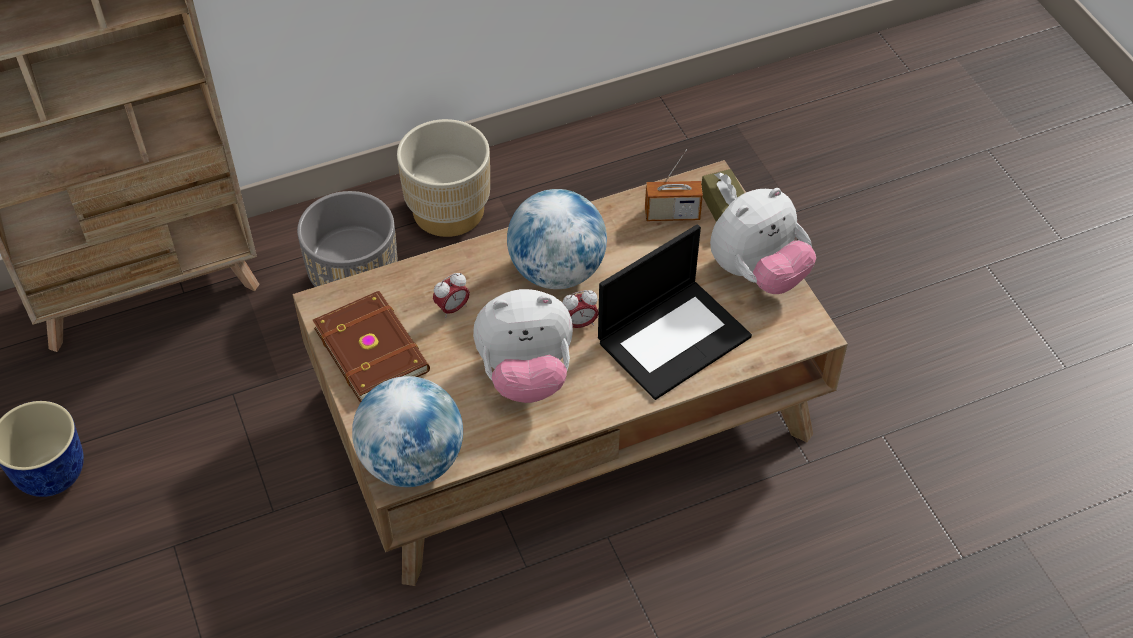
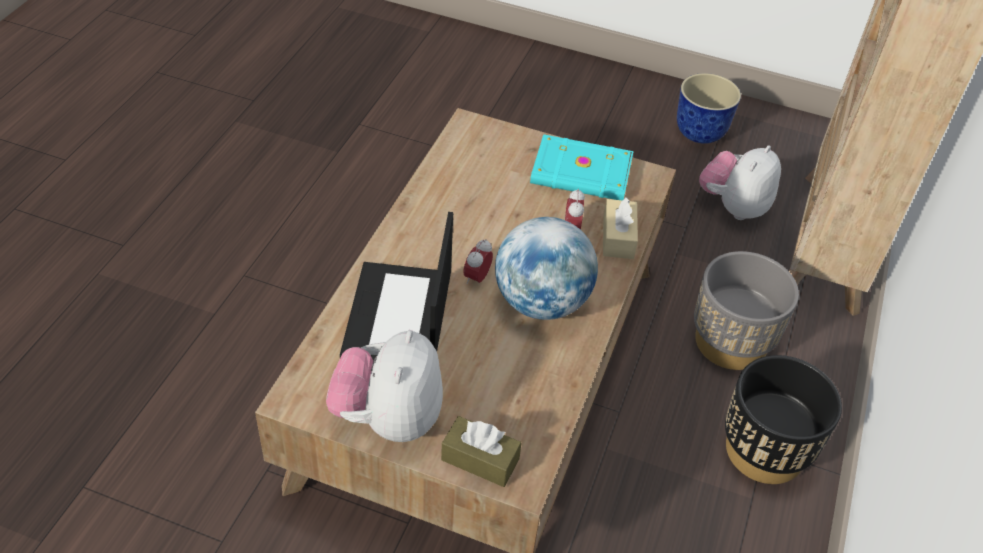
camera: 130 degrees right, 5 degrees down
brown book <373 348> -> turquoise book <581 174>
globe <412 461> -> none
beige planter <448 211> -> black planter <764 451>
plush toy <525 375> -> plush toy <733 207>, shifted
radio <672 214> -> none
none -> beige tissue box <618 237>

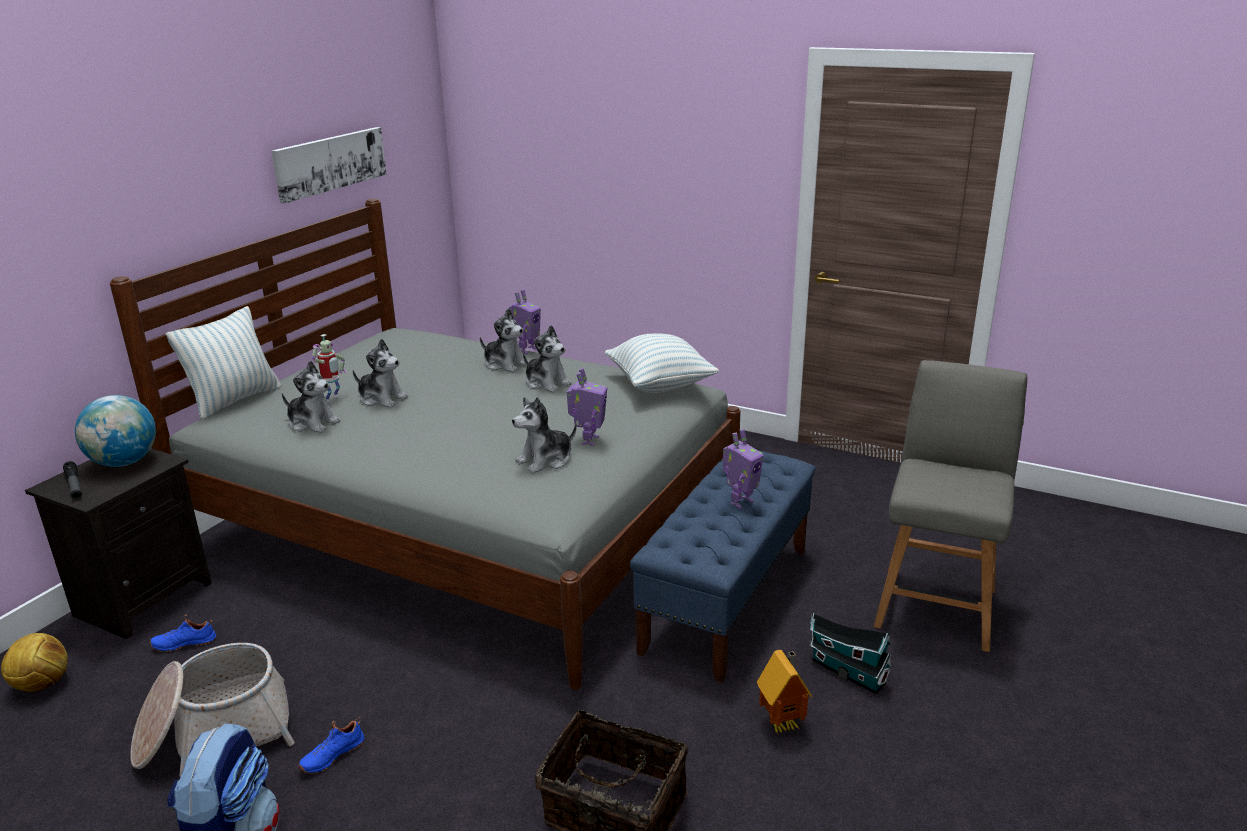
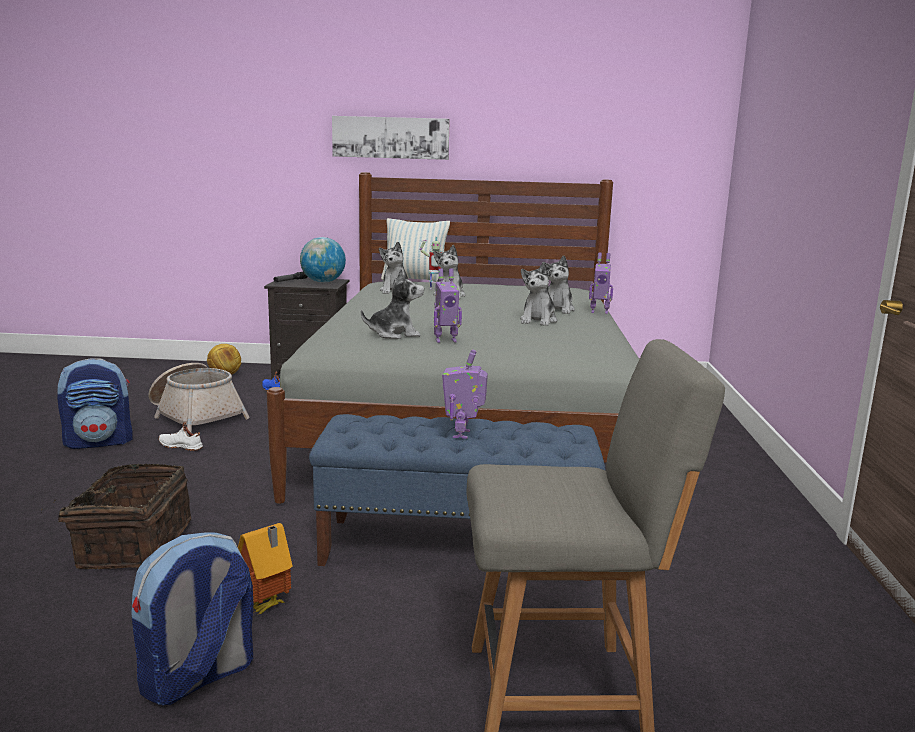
camera: 65 degrees right, 10 degrees down
picture <330 163> -> picture <391 137>, shifted
blue shoe <332 755> -> white shoe <181 446>
plush toy <546 460> -> plush toy <394 334>, 135 degrees clockwise
pillow <660 385> -> none
toy robot <740 502> -> toy robot <463 434>, 75 degrees clockwise
toy house <845 671> -> none
none -> backpack <198 677>

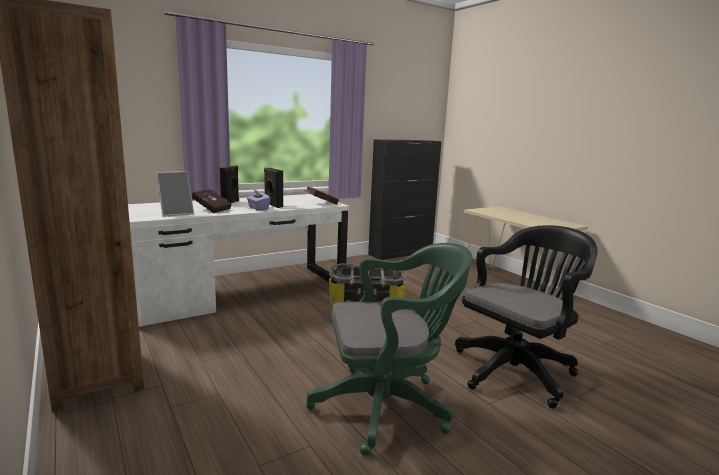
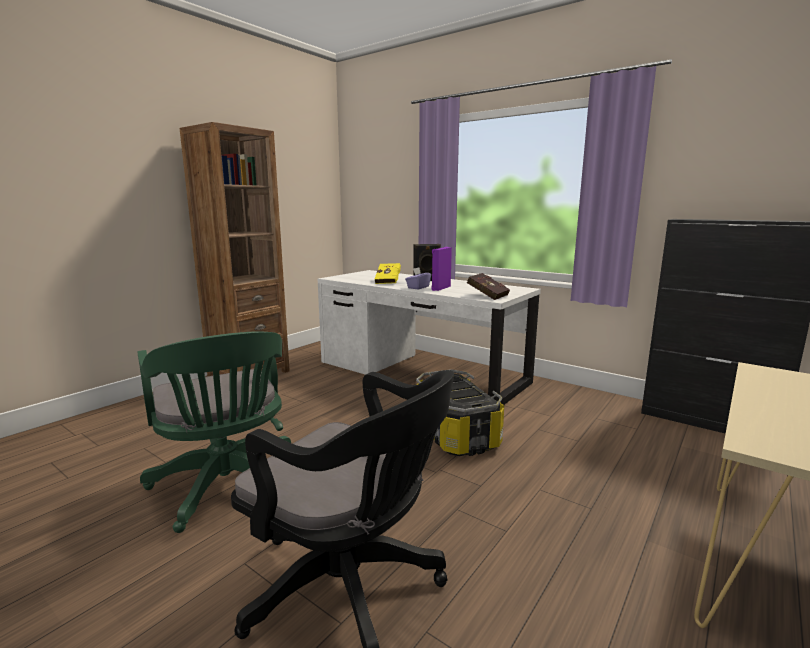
camera: 70 degrees right, 0 degrees up
picture frame <176 213> -> none
red book <211 209> -> yellow book <388 281>
black speaker <273 205> -> purple speaker <440 288>

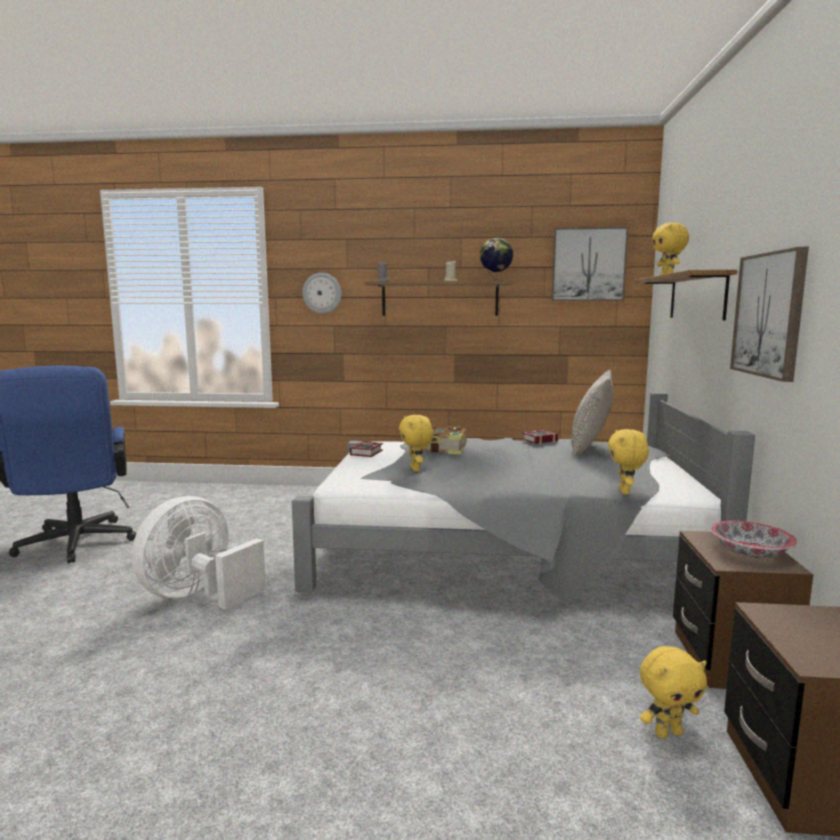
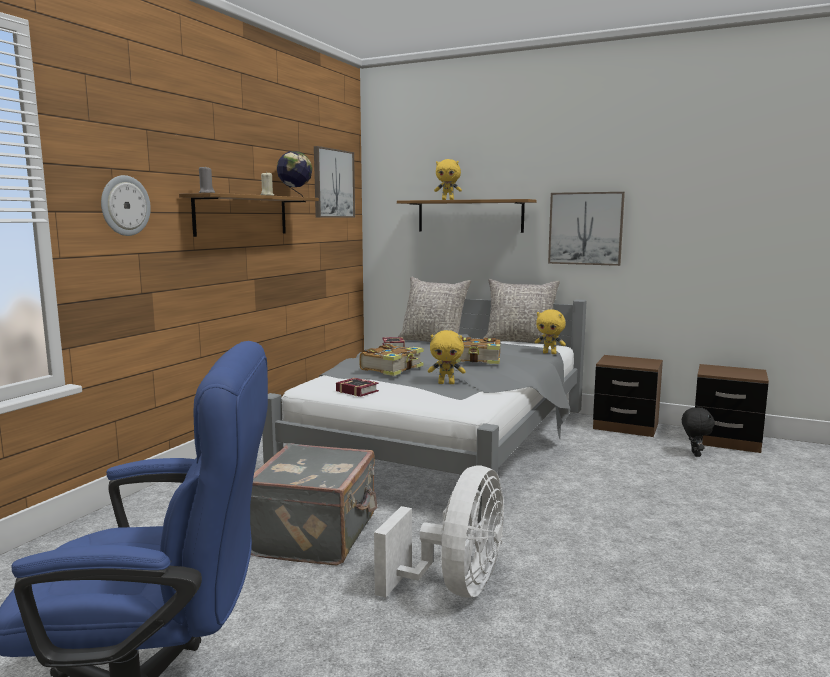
camera: 70 degrees left, 0 degrees up
white fan <198 595> -> white fan <455 586>, 120 degrees counterclockwise
yellow plush toy <668 733> -> black plush toy <694 454>
bowl <751 553> -> none
none -> grey suitcase <317 535>
none -> book <476 359>
none -> grey pillow <520 341>

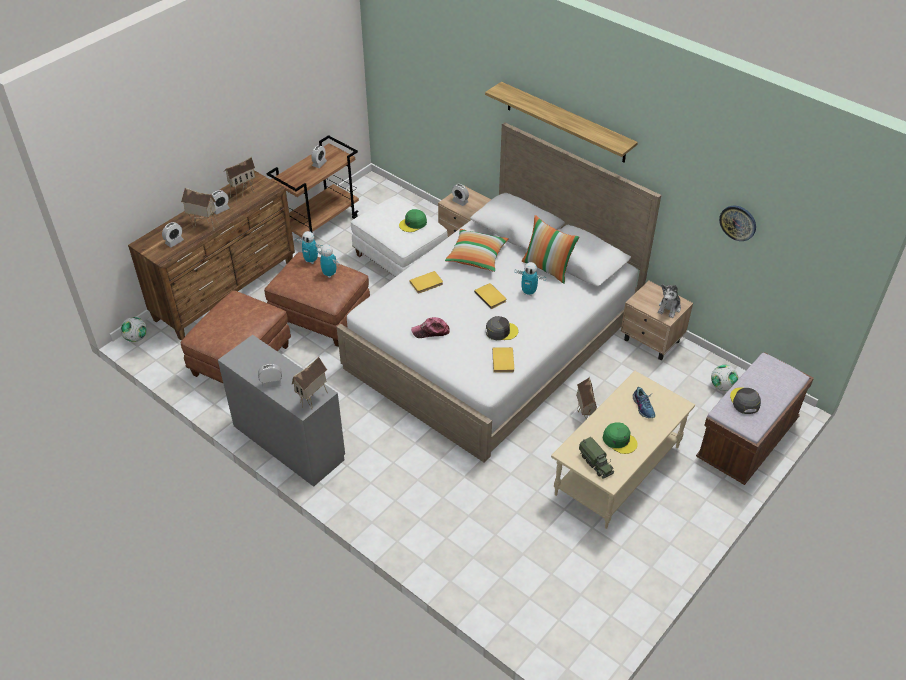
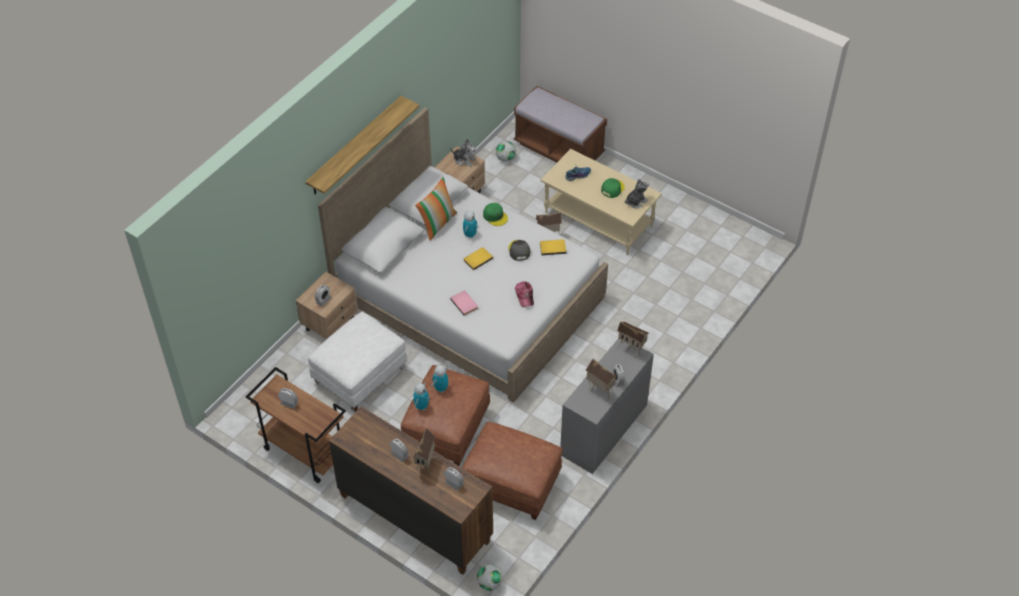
camera: 95 degrees left, 5 degrees up
toy house <243 193> -> toy house <599 392>, shifted
green cap <413 224> -> green cap <495 216>, shifted
yellow book <427 284> -> pink book <465 303>
pillow <476 257> -> none
toy truck <596 463> -> plush toy <636 201>
wall clock <738 222> -> none
grey cap <744 401> -> none

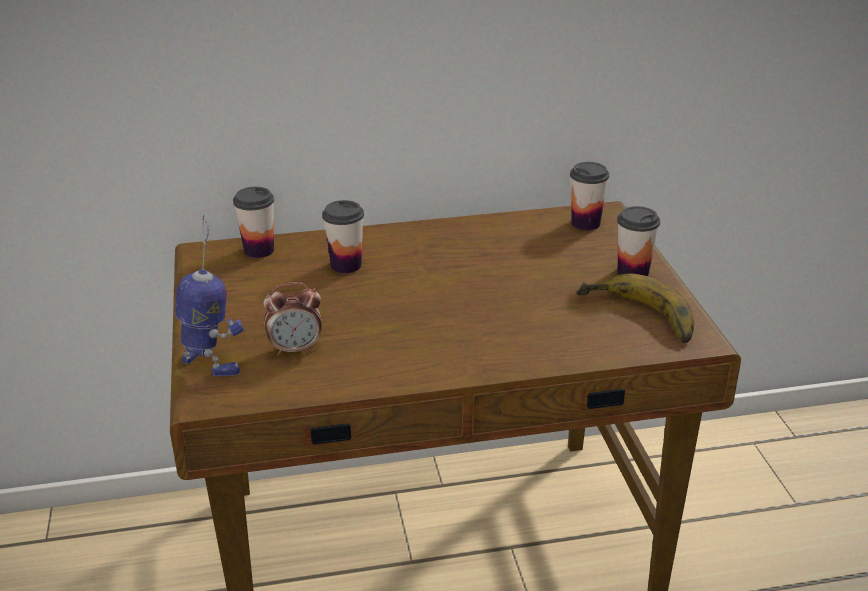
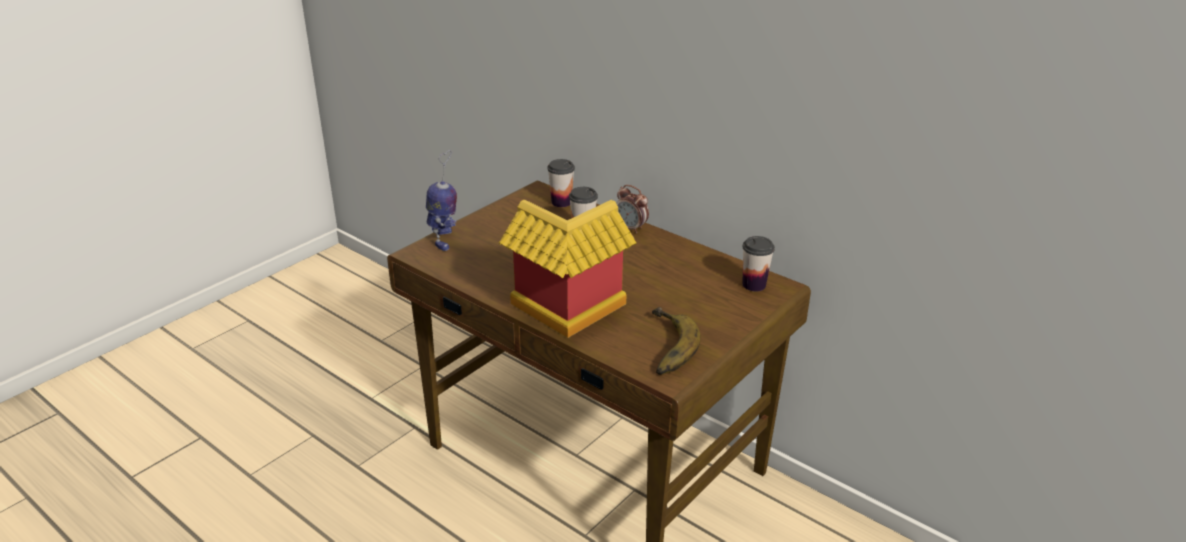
camera: 50 degrees right, 0 degrees up
alarm clock <295 349> -> alarm clock <631 228>, shifted
cup <633 272> -> none
none -> toy house <564 312>

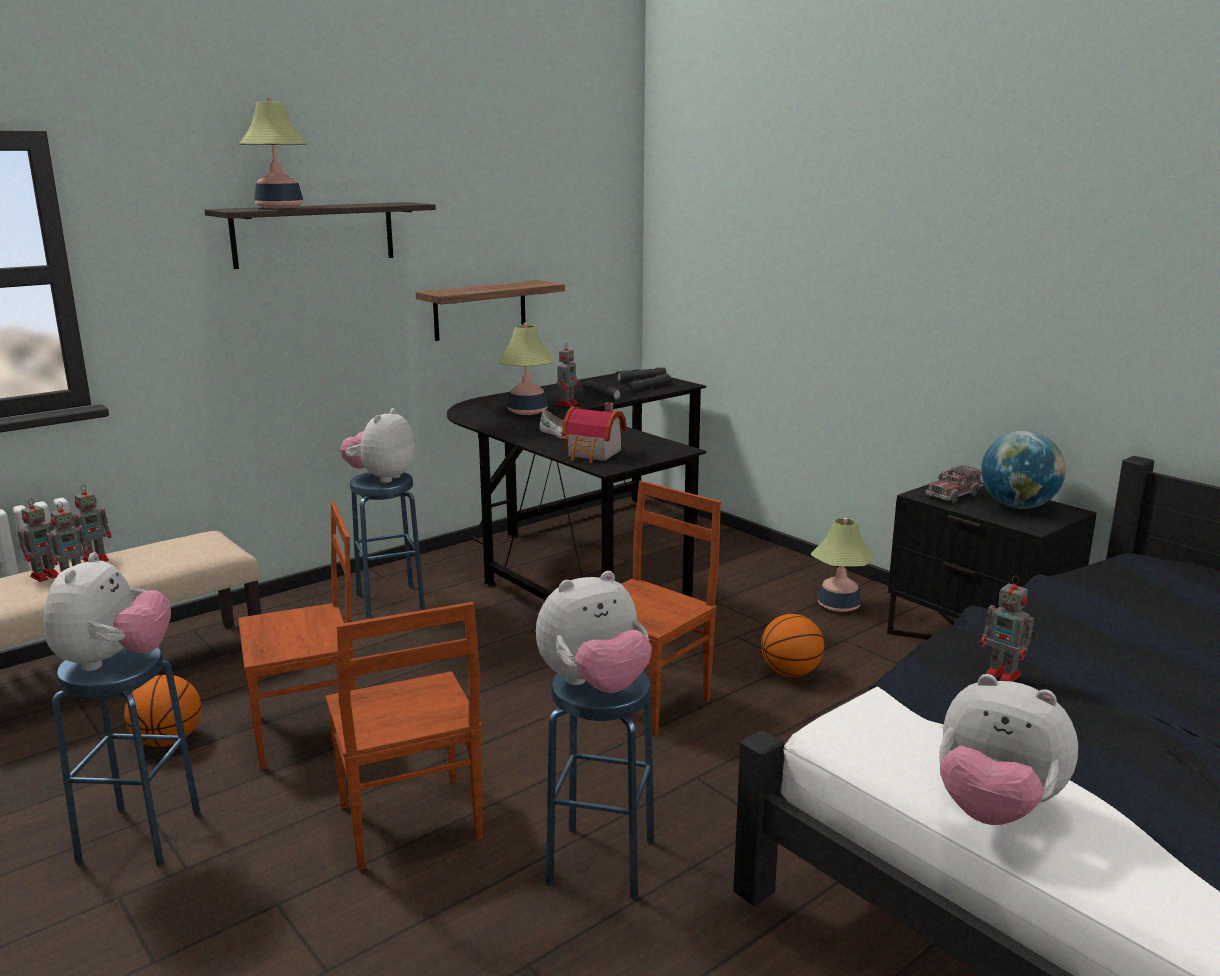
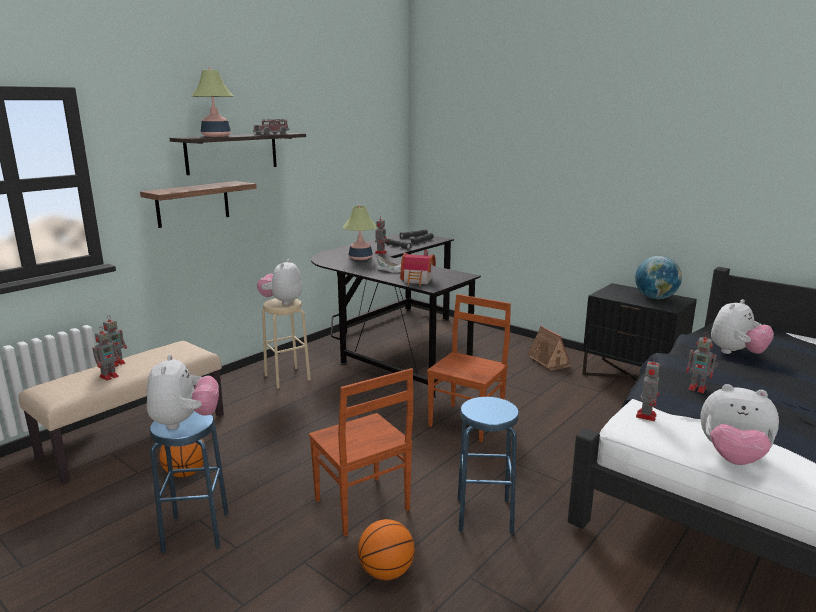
camera: 10 degrees left, 0 degrees up
toy robot <46 575> -> toy robot <646 415>, shifted
brown chair <308 732> -> none
blue stool <390 601> -> beige stool <287 378>
shelf <480 310> -> shelf <193 204>, shifted
plush toy <594 685> -> plush toy <736 353>, shifted
basketball <790 673> -> basketball <386 572>, shifted
table lamp <838 606> -> toy house <549 361>
toy truck <953 495> -> toy truck <271 134>, shifted

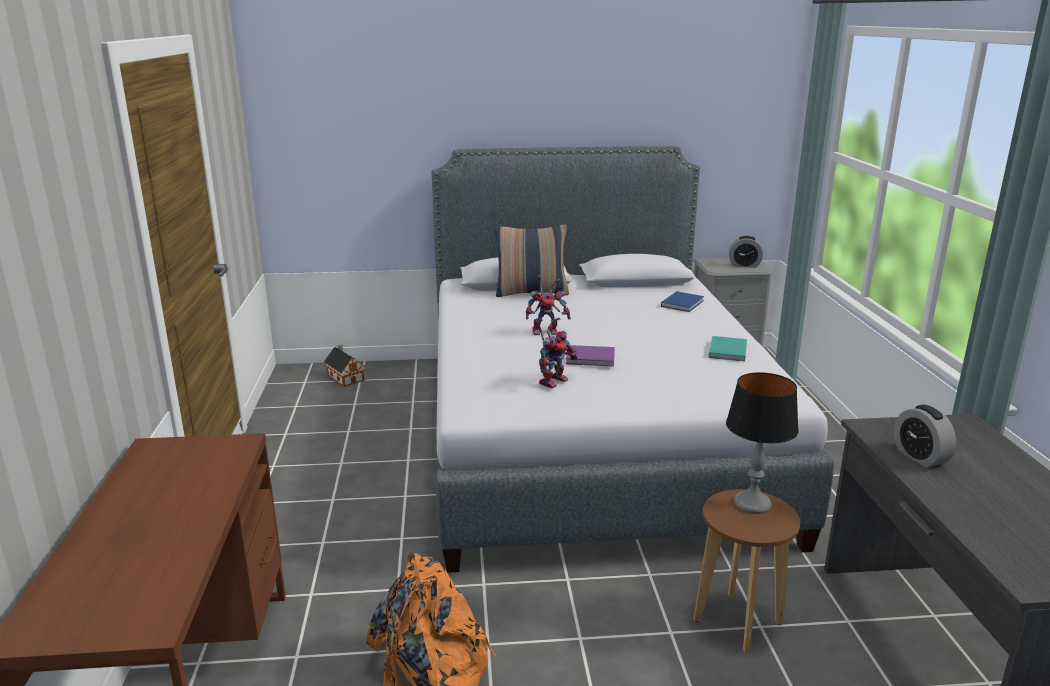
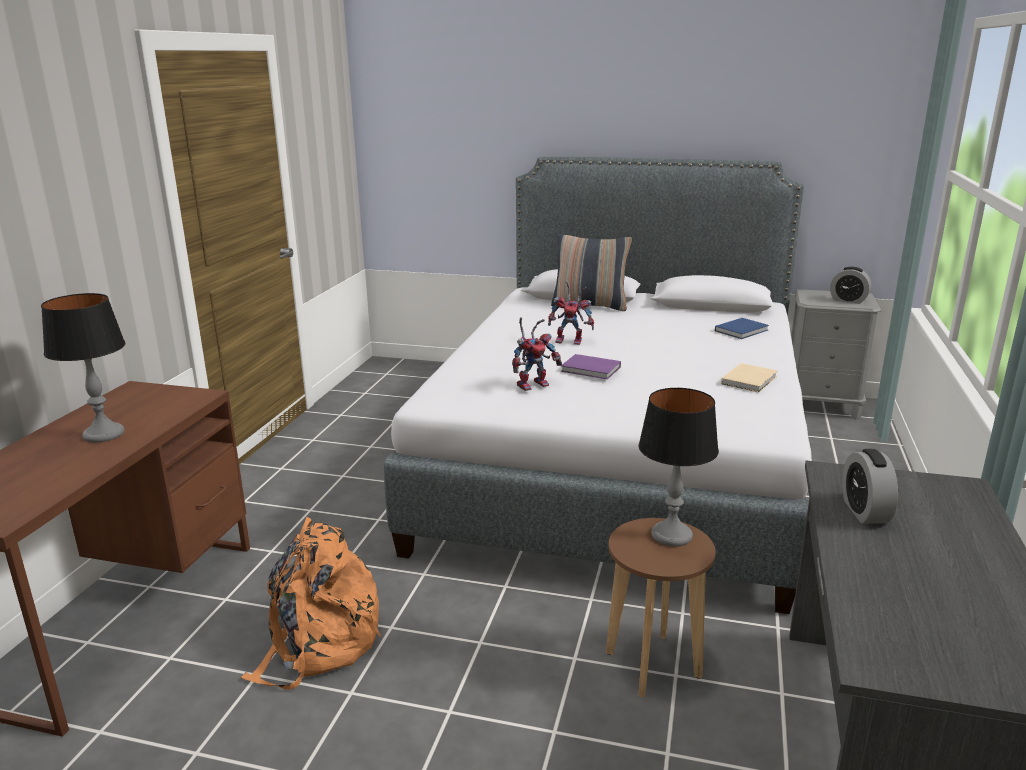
camera: 20 degrees right, 0 degrees up
toy house <345 377> -> none
turquoise book <728 350> -> beige book <750 380>
none -> table lamp <104 434>

